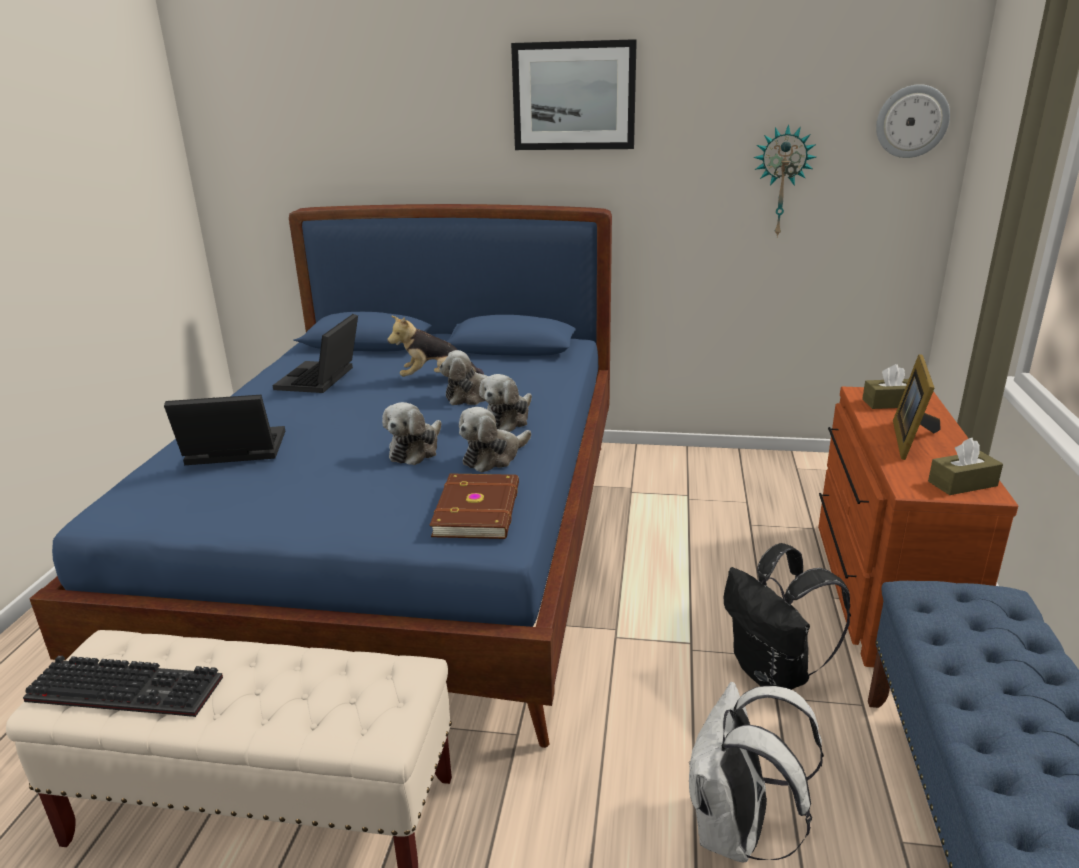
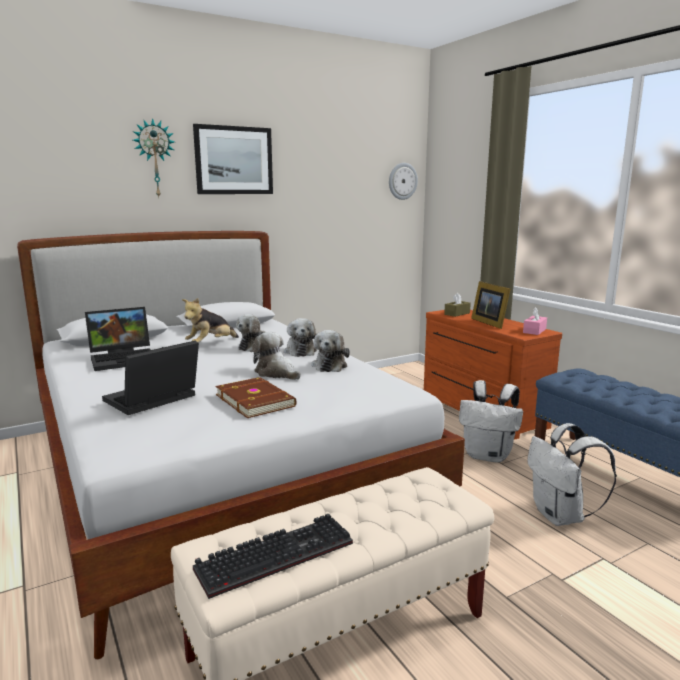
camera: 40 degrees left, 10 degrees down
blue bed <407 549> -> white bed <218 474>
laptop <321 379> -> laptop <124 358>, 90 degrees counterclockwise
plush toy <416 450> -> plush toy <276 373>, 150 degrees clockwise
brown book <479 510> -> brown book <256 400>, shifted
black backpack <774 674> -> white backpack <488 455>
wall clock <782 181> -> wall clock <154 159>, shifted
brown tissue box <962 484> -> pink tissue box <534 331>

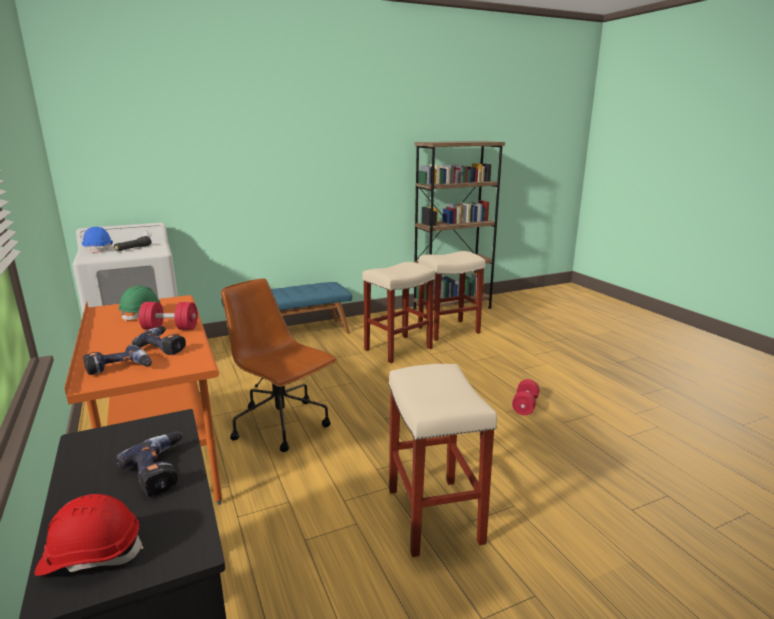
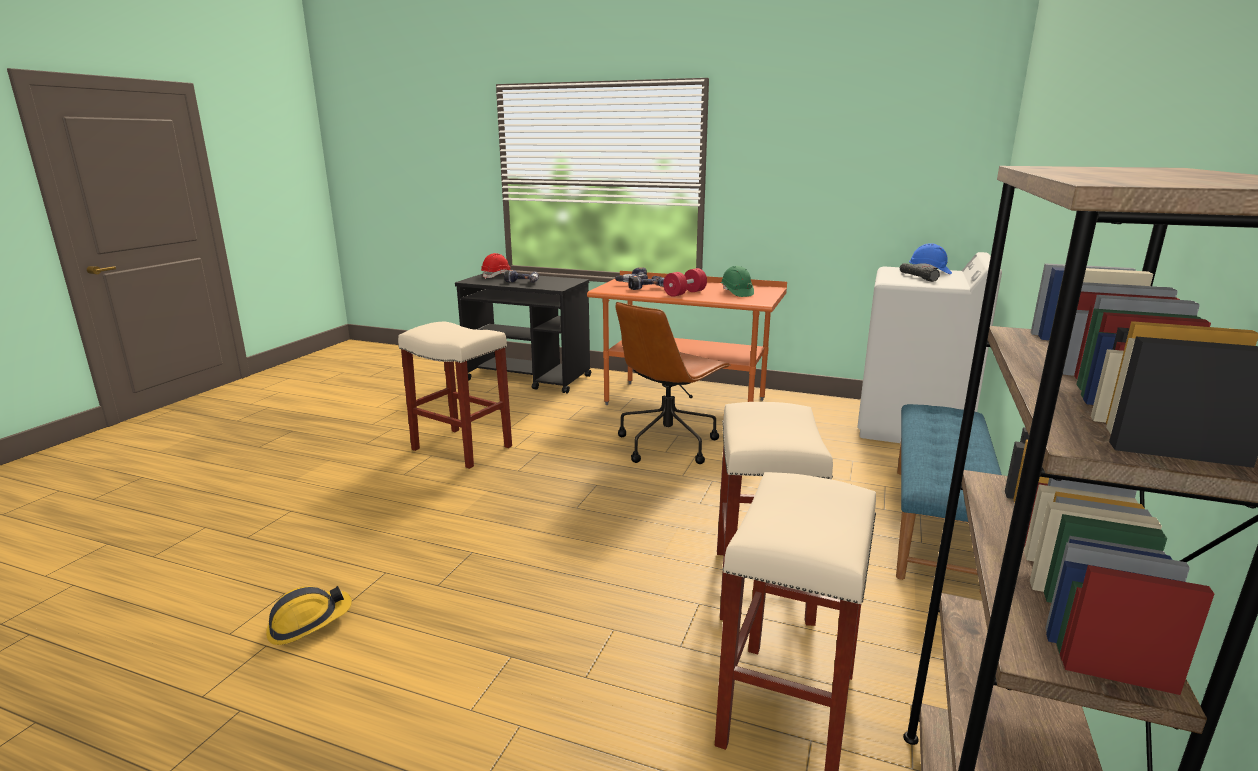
camera: 135 degrees right, 0 degrees up
brown office chair <282 425> -> brown office chair <668 444>, 135 degrees clockwise
red dumbbell <525 406> -> none
none -> hard hat <308 623>

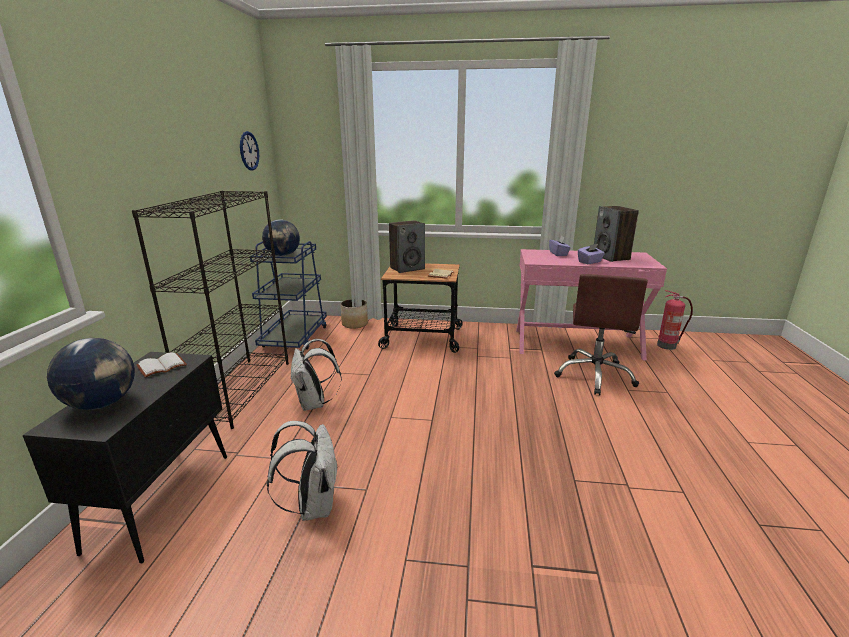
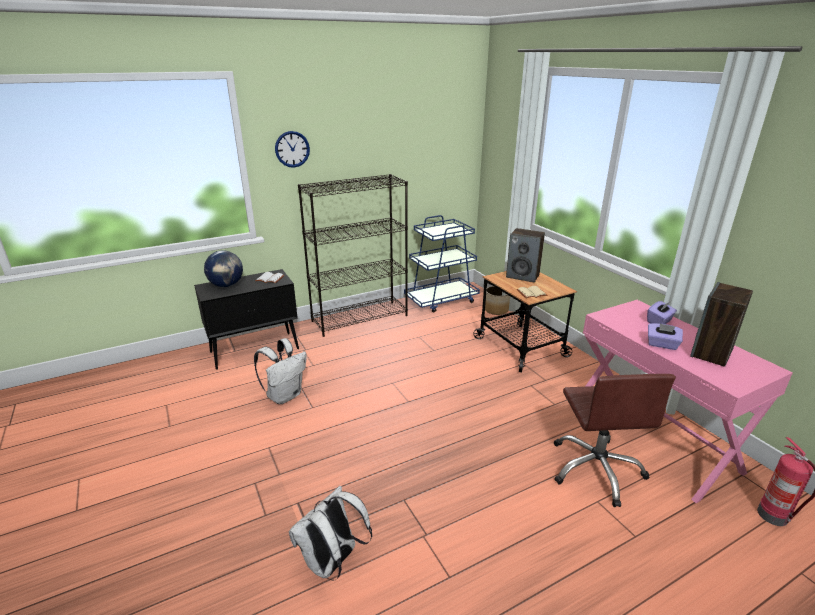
camera: 55 degrees right, 5 degrees up
wall clock <249 151> -> wall clock <292 149>, shifted
globe <283 255> -> none
white backpack <314 404> -> white backpack <332 562>, shifted
brown office chair <595 375> -> brown office chair <596 469>, 75 degrees counterclockwise

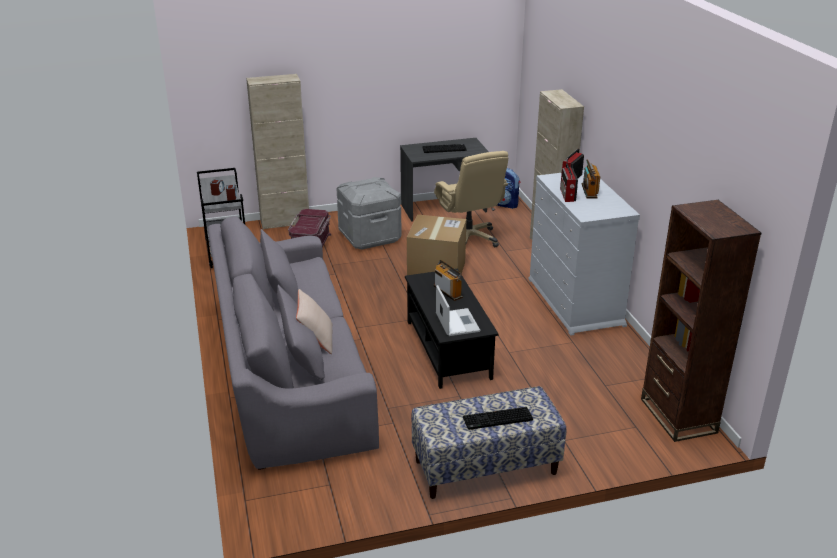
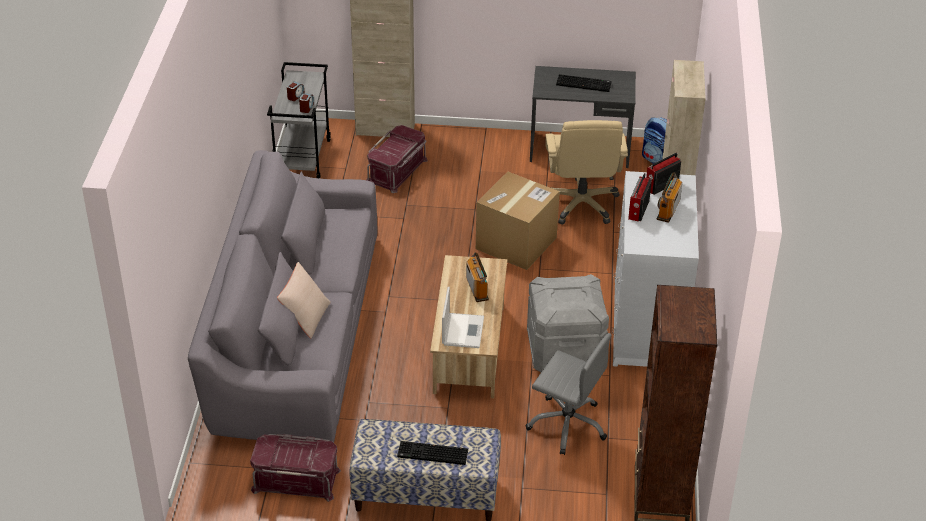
camera: 20 degrees right, 10 degrees up
grey storage box <369 237> -> grey storage box <564 352>, shifted
black coffee table <447 349> -> beige coffee table <468 348>
none -> red storage box <296 479>
none -> grey office chair <567 424>

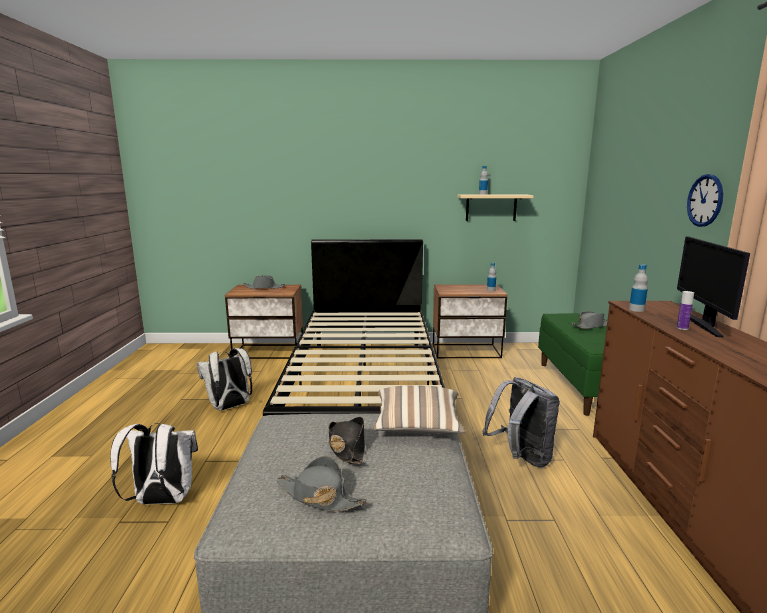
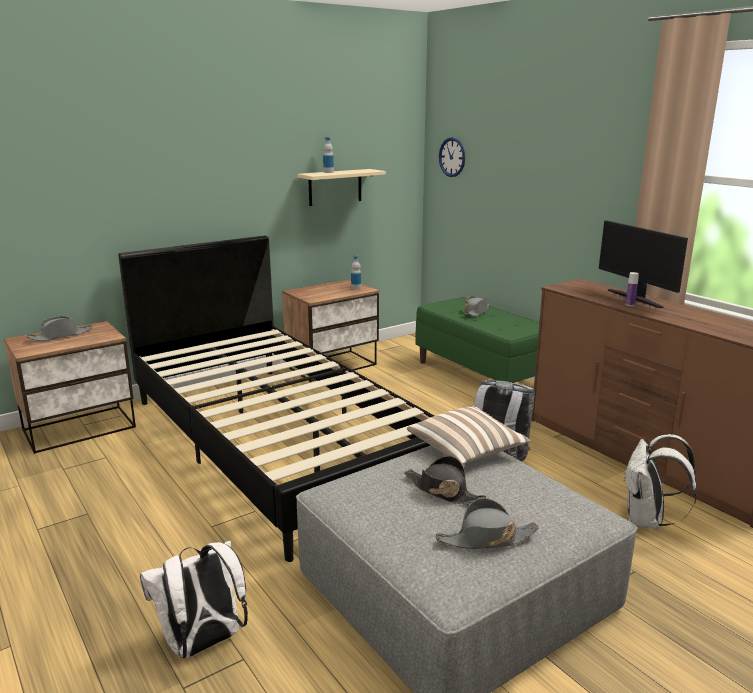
camera: 35 degrees left, 5 degrees up
white backpack <229 407> -> white backpack <647 521>, shifted
bottle <636 309> -> none
wall clock <705 200> -> wall clock <452 157>, shifted

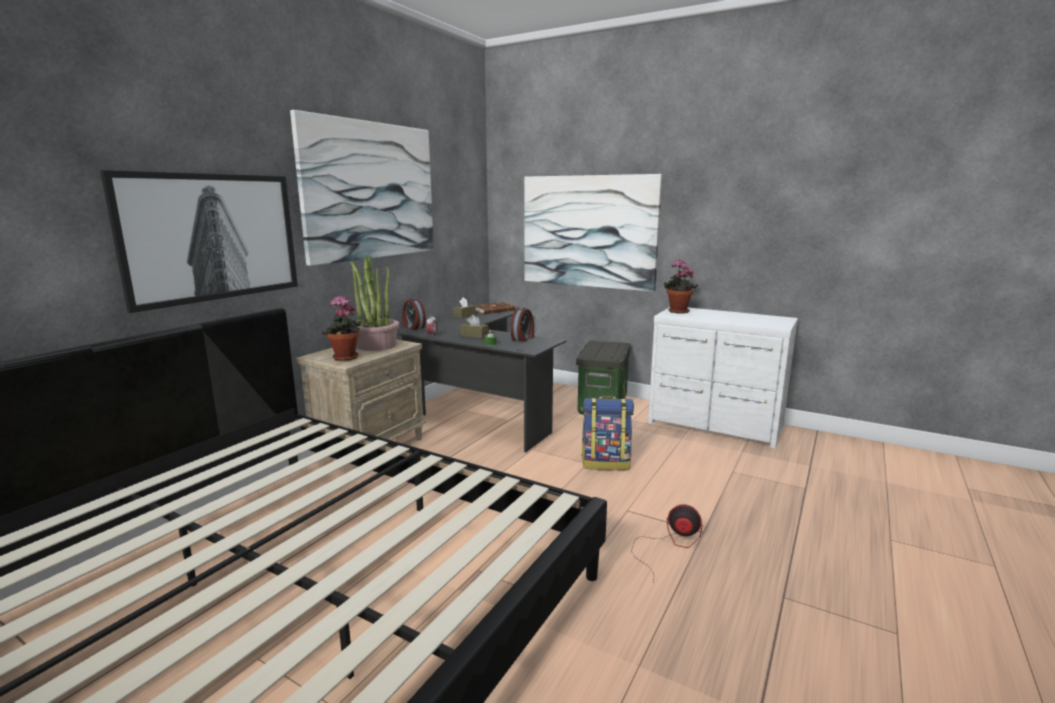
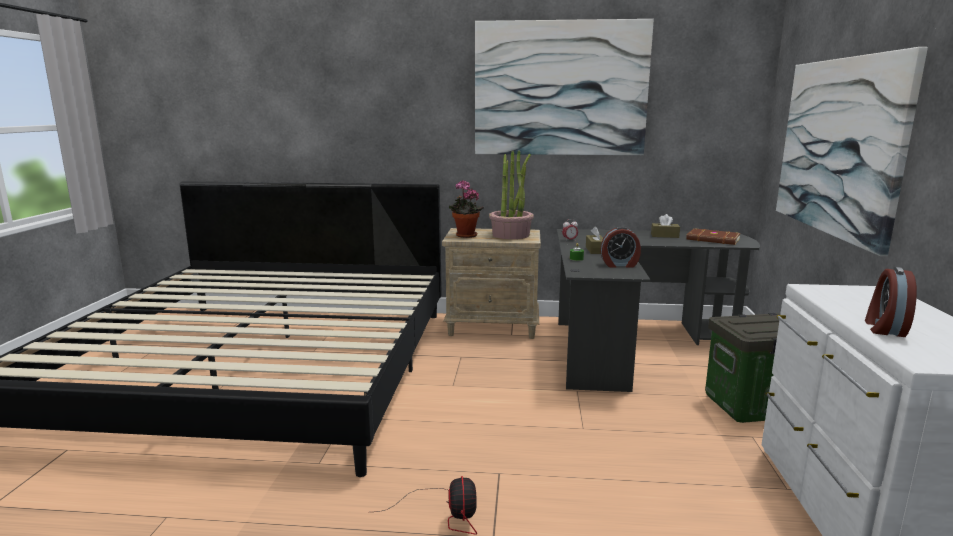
camera: 65 degrees right, 0 degrees up
picture <213 237> -> none
alarm clock <413 327> -> alarm clock <884 328>, shifted
backpack <606 463> -> none
potted plant <677 312> -> none

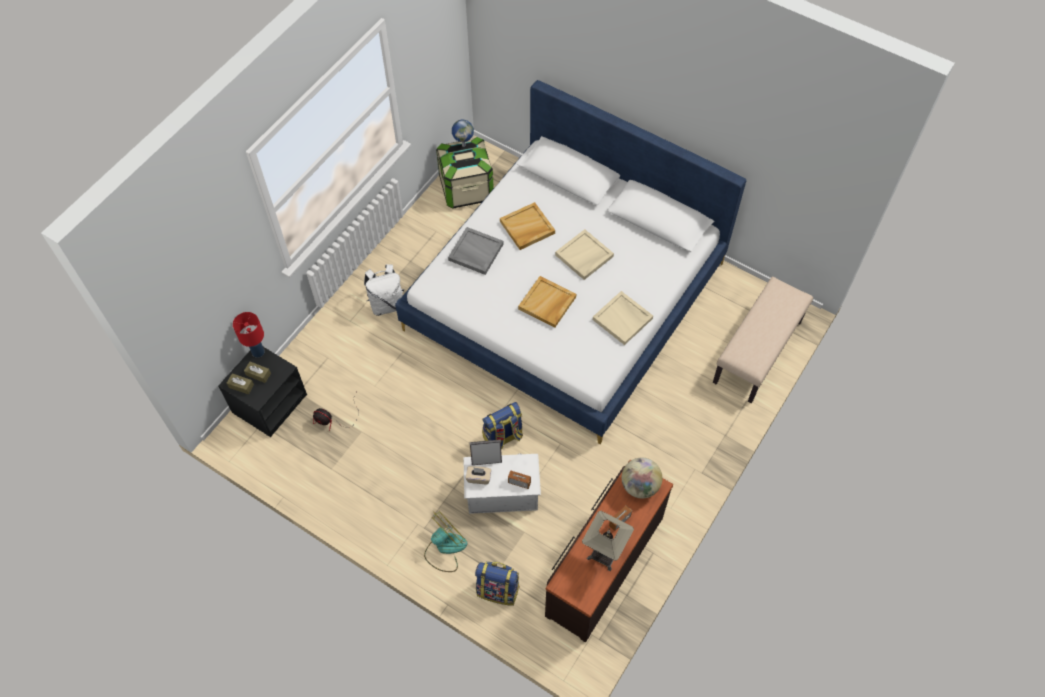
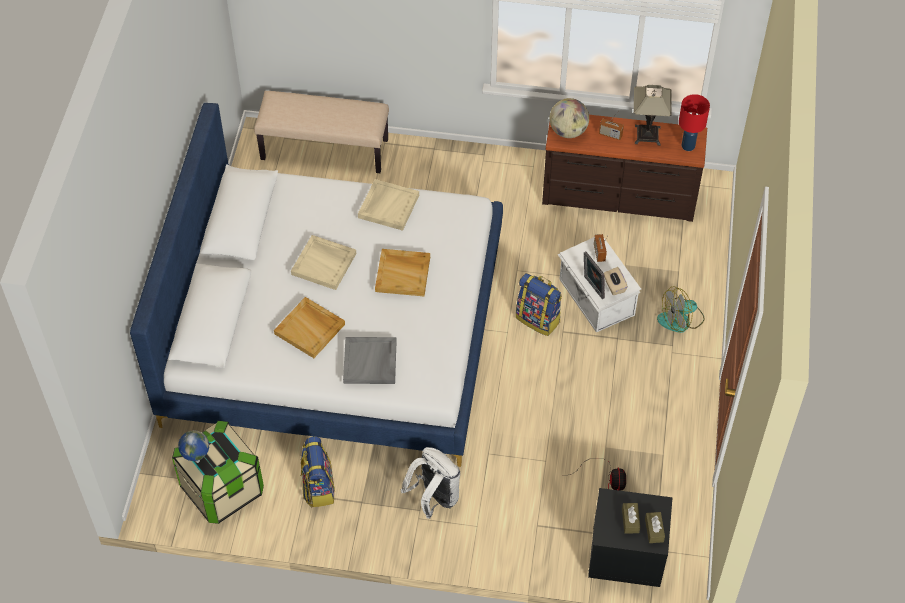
camera: 115 degrees left, 5 degrees down
red table lamp <258 351> -> red table lamp <688 146>, shifted
fan <445 548> -> fan <681 320>, 45 degrees counterclockwise
backpack <498 590> -> backpack <318 487>, shifted

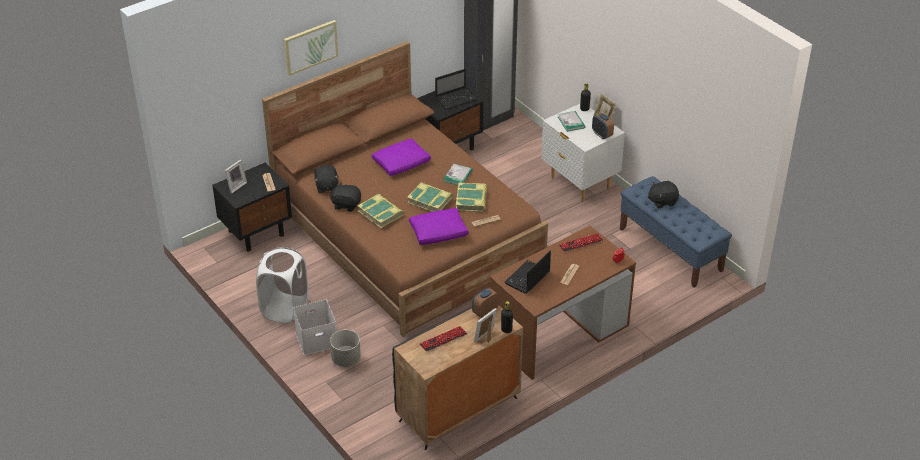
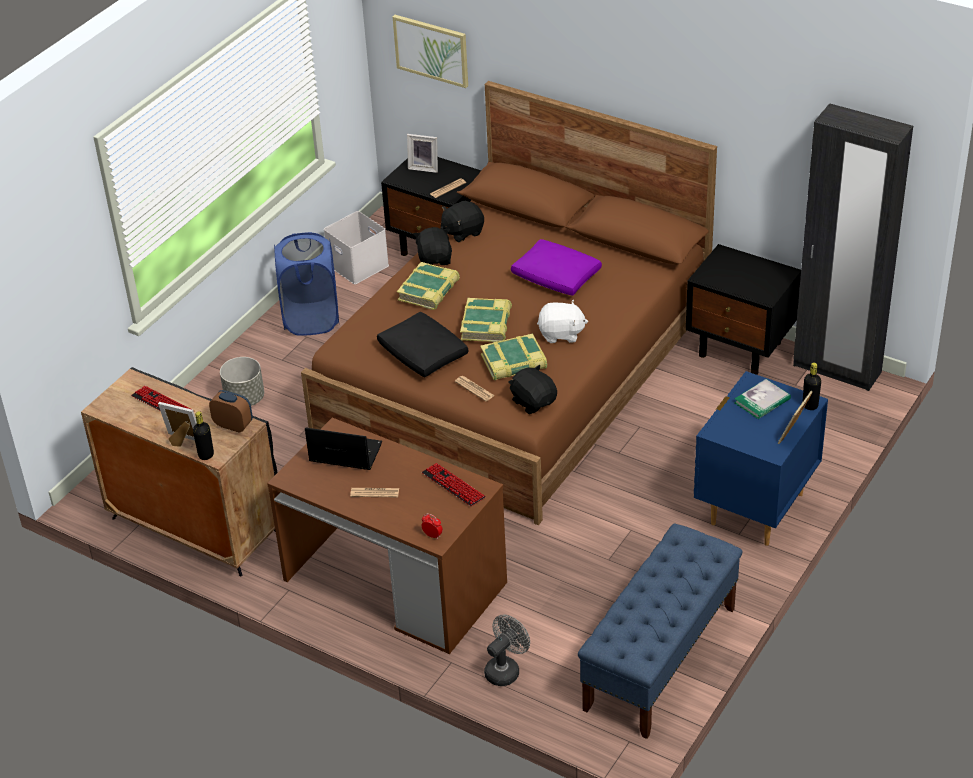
camera: 70 degrees right, 0 degrees up
white laundry basket <285 309> -> blue laundry basket <311 319>
picture <310 47> -> picture <431 50>, shifted
white storage box <316 340> -> white storage box <356 265>, shifted
purple pillow <438 233> -> black pillow <422 353>
laptop <456 99> -> none
book <457 176> -> white plush toy <561 334>
white nightstand <579 183> -> blue nightstand <755 508>
alarm clock <602 135> -> none
black plush toy <662 201> -> black plush toy <533 402>, shifted
none -> grey fan <505 669>

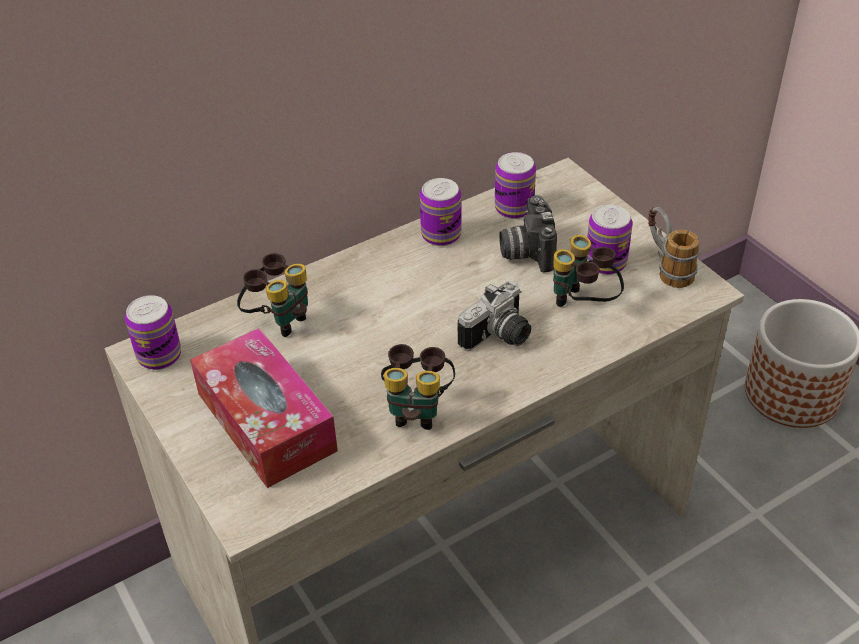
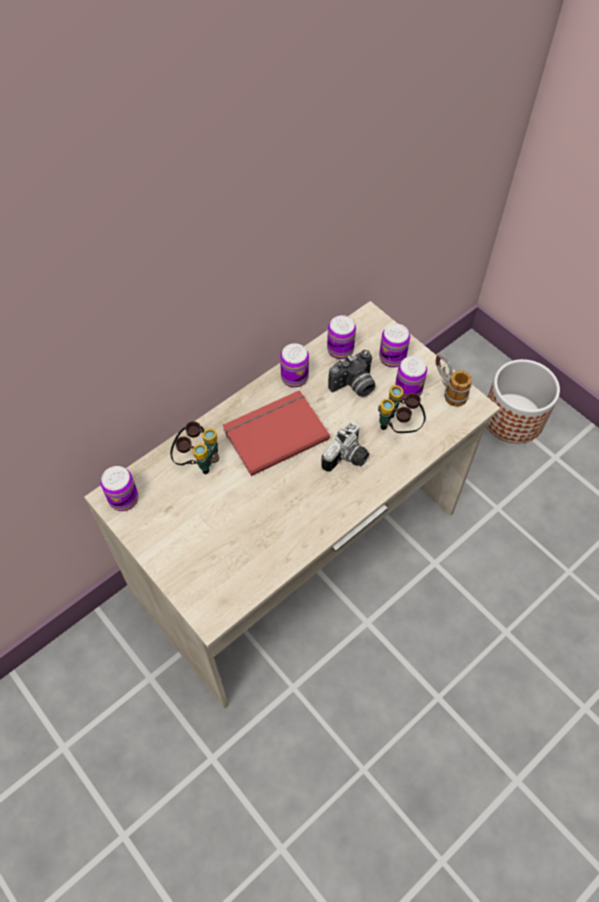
camera: 10 degrees left, 15 degrees up
tissue box <266 422> -> none
binoculars <417 410> -> none
photo camera <526 252> -> photo camera <354 386>, 105 degrees counterclockwise
none -> red book <274 433>
none -> can <392 358>

